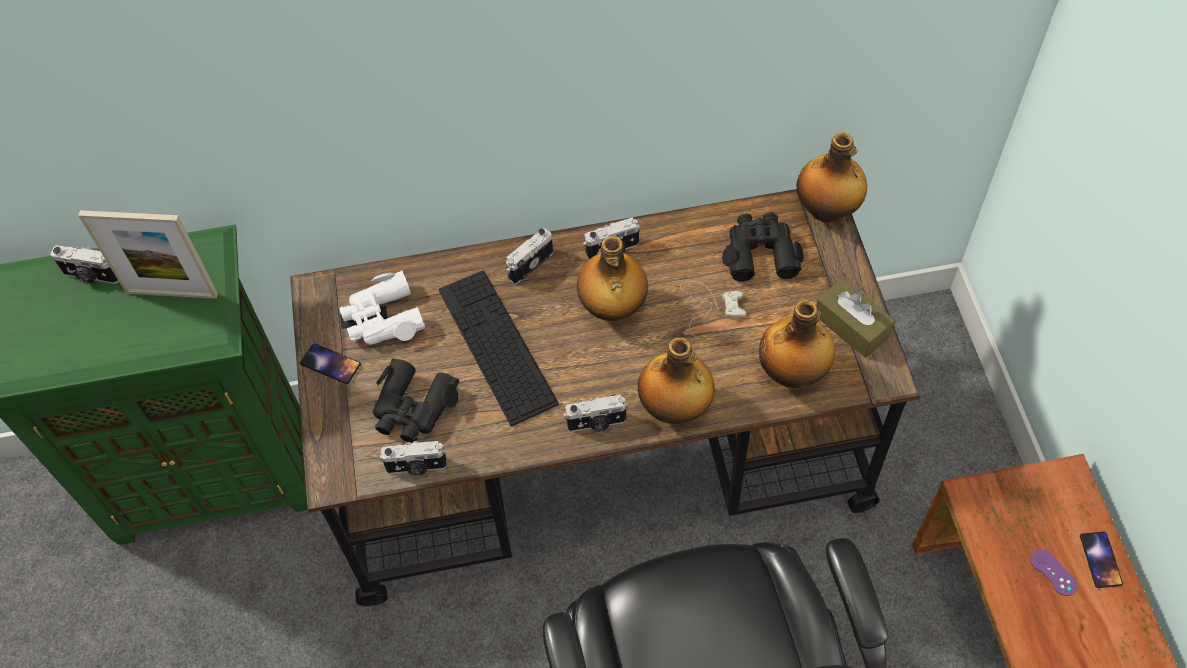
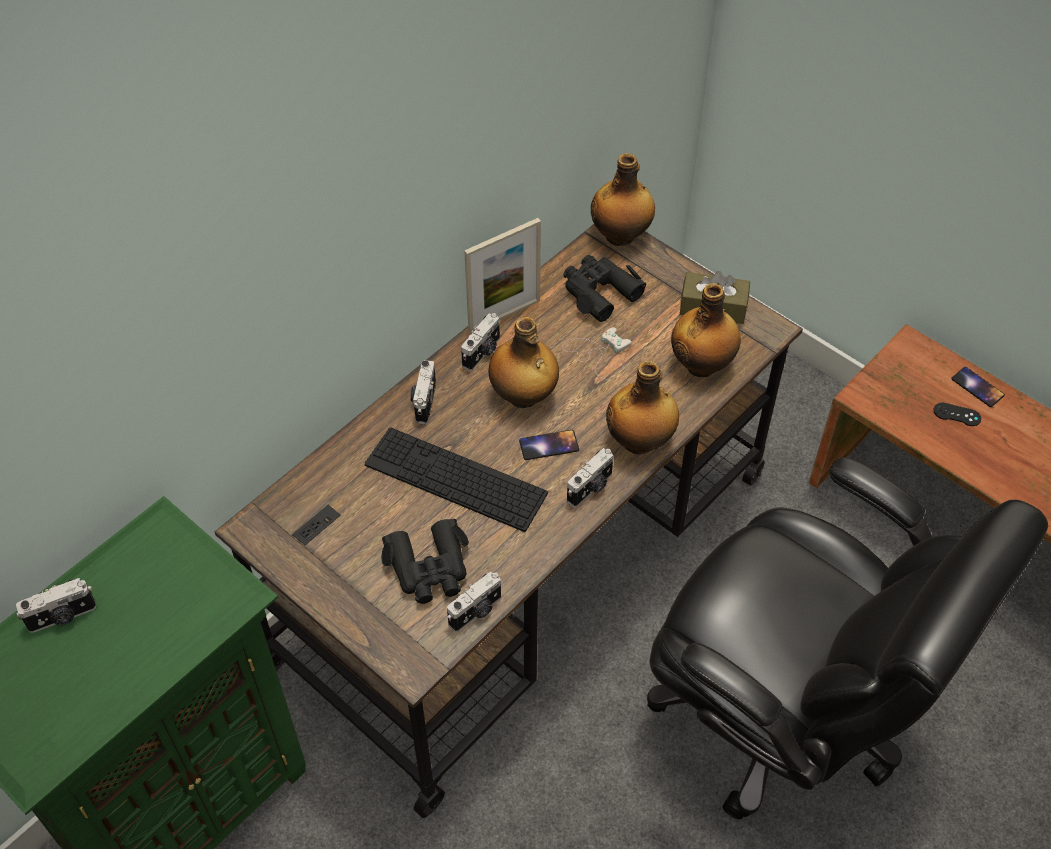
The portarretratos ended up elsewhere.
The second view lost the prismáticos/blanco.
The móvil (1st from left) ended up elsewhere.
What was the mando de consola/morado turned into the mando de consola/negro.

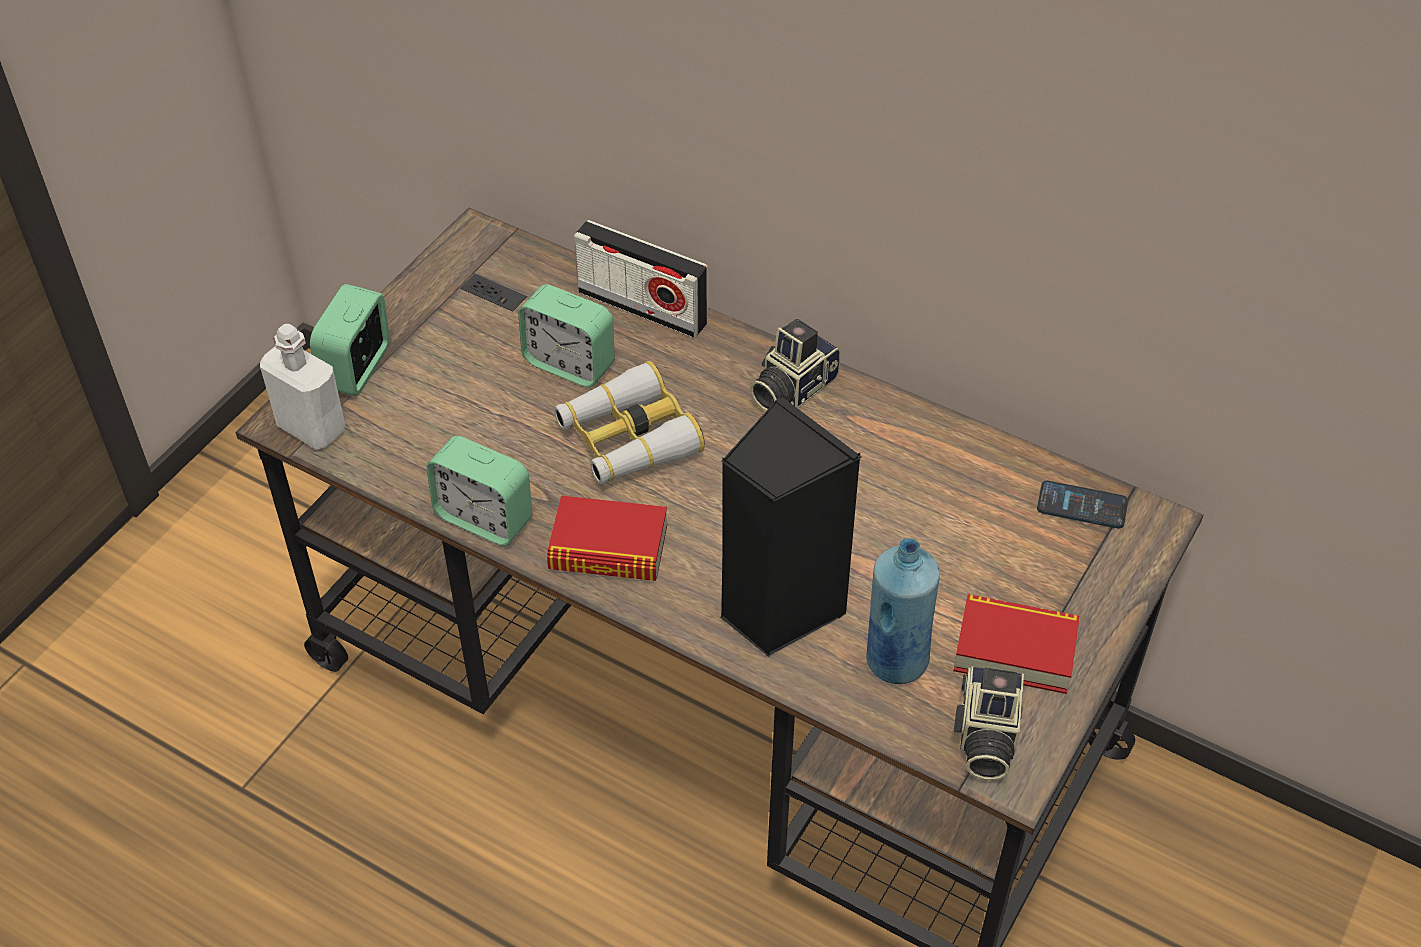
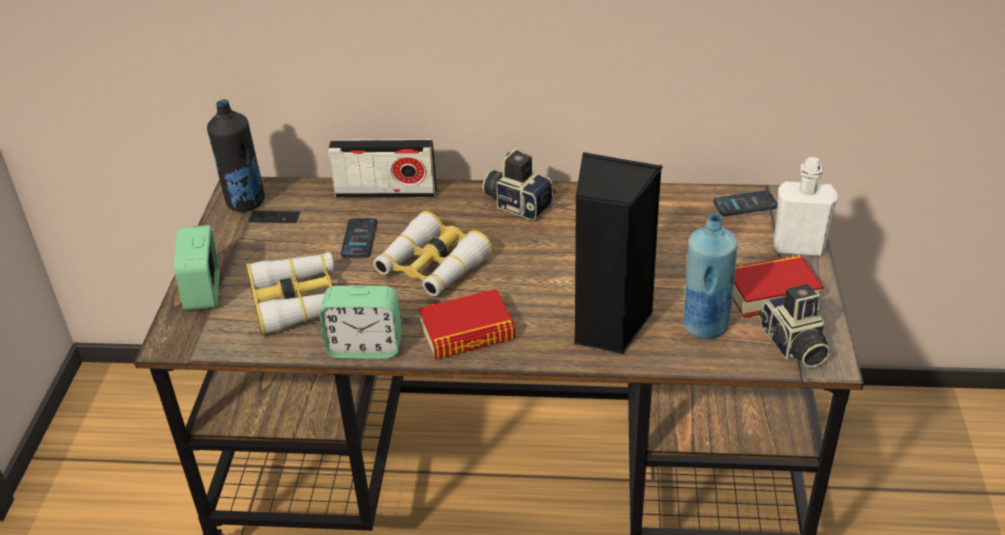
Where the despertador (3rd from left) stood, the móvil (1st from left) came to stand.
The cámara (1st from left) ended up facing another way, 105 degrees clockwise from before.
The botella/blanco ended up elsewhere.
The second view gained the botella/negro.
The second view gained the prismáticos (1st from left).

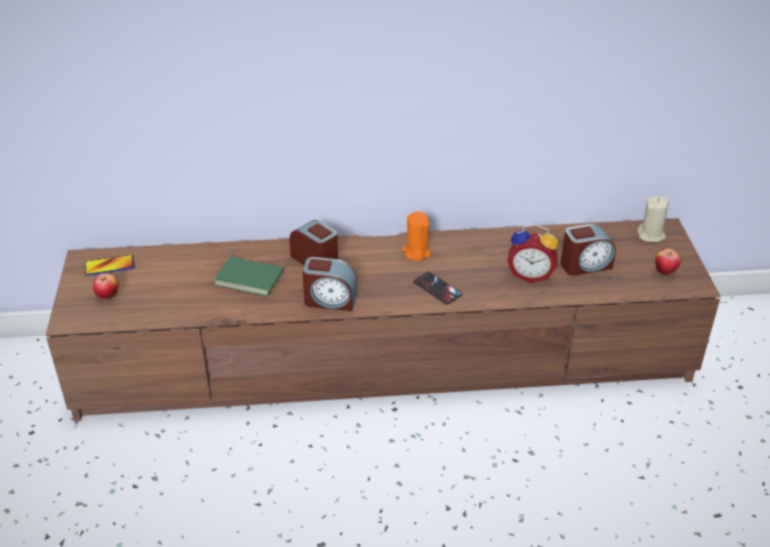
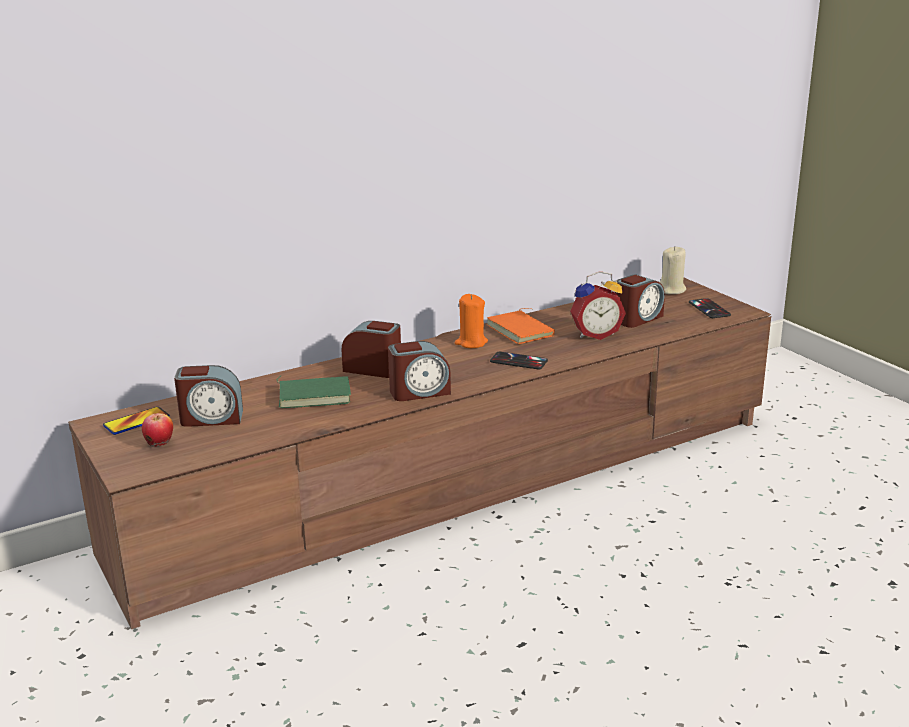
Where the manzana (2nd from left) stood, the móvil (3rd from left) came to stand.
The second view gained the libro/naranja.
The second view gained the despertador (1st from left).

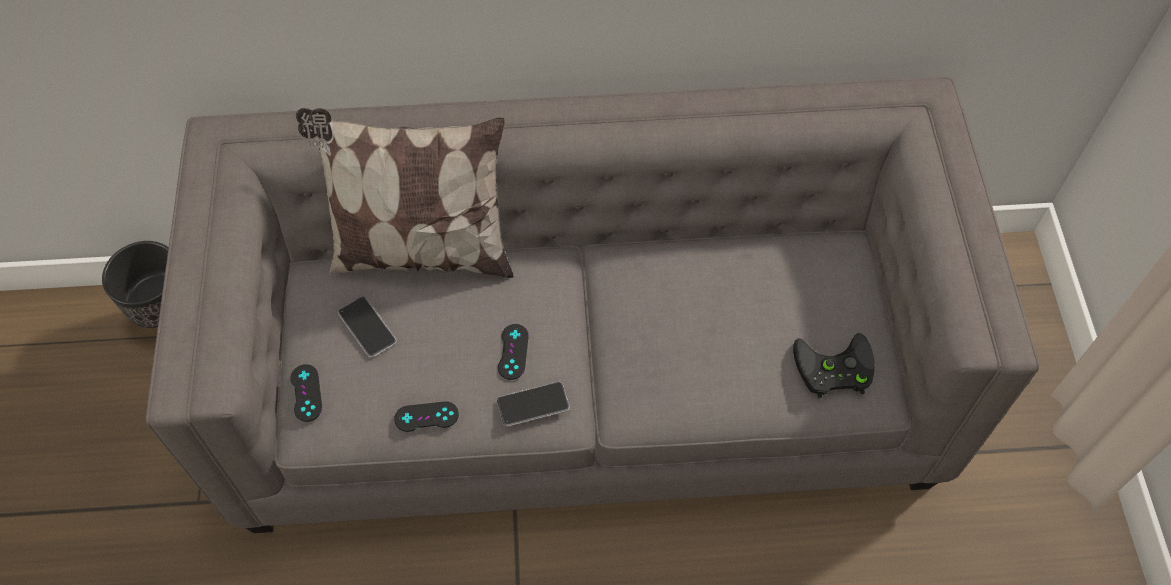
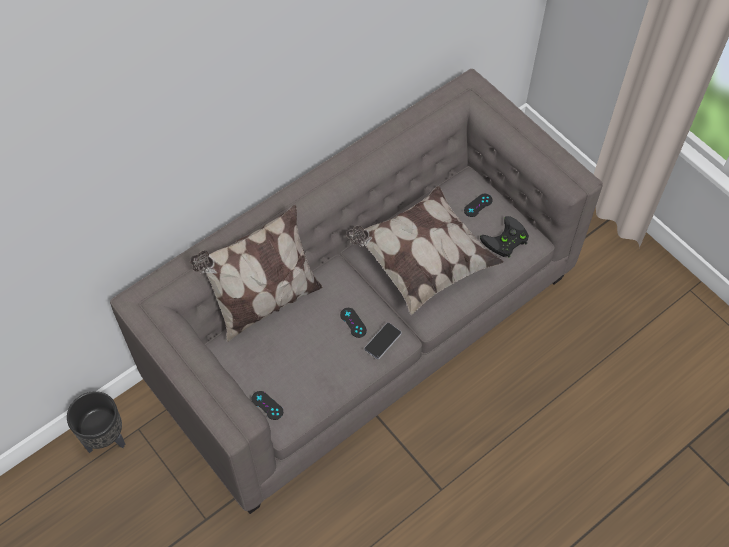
The second view lost the móvil (1st from left).
The mando de consola/negro (2nd from left in the first image) ended up elsewhere.
The second view gained the cojín (2nd from left).

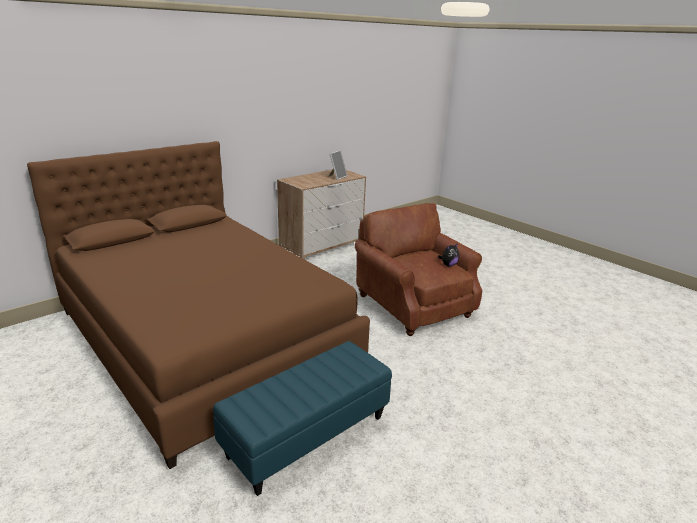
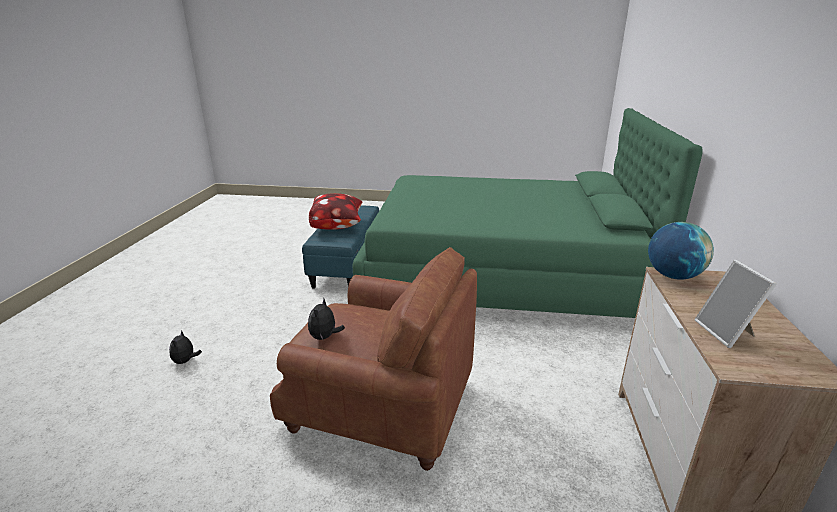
What was the cama/marrón turned into the cama/verde.
The second view gained the cojín.
The second view gained the globo terráqueo.
The second view gained the peluche (1st from left).

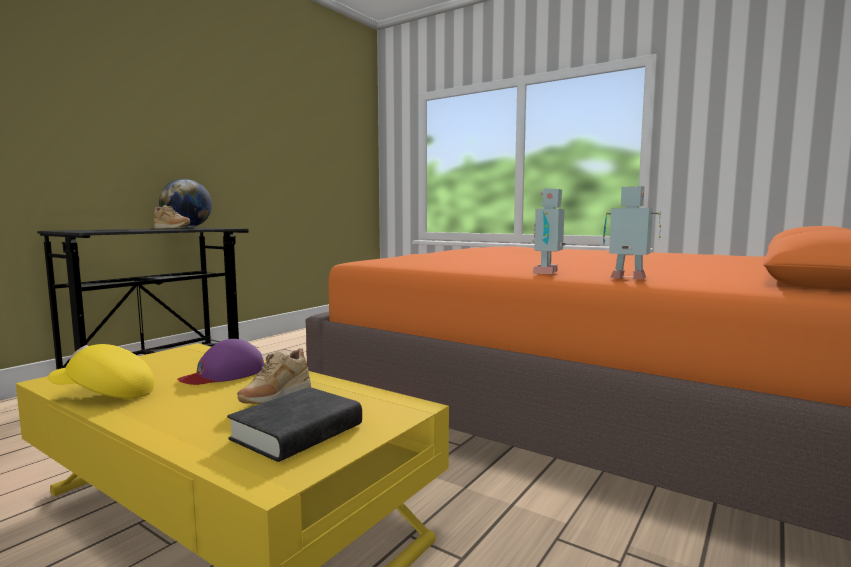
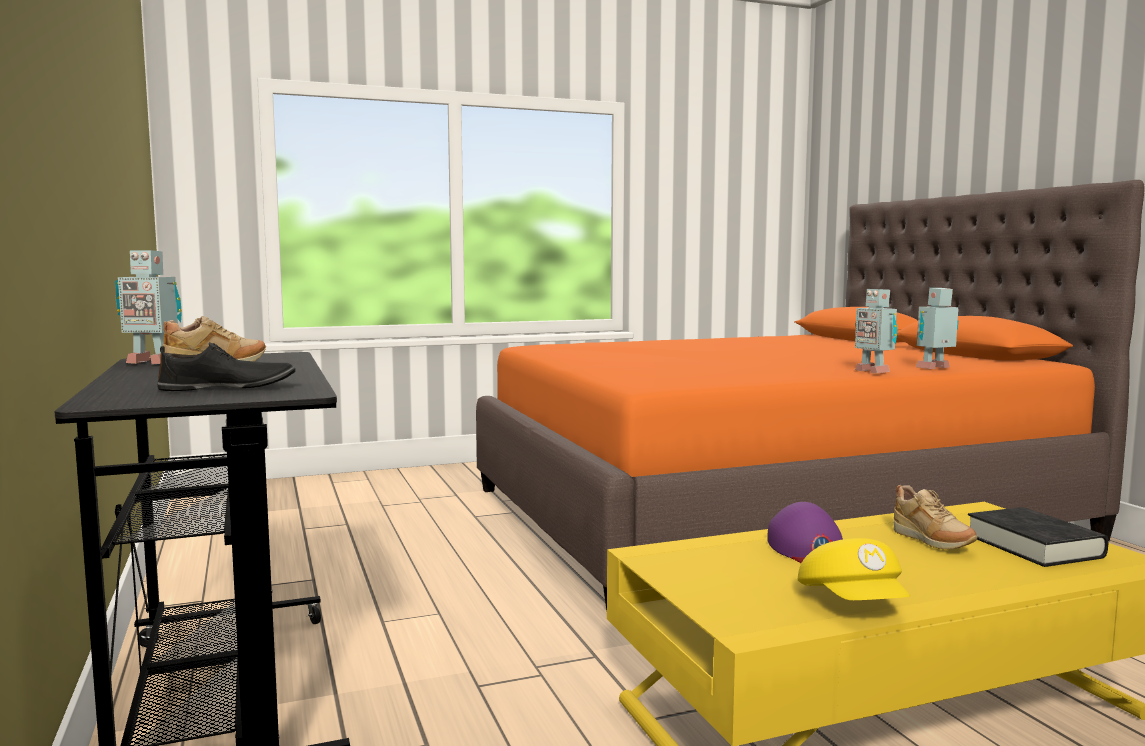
Where the globo terráqueo stood, the robot de juguete (1st from left) came to stand.
The gorra/amarillo ended up facing another way, 45 degrees counterclockwise from before.
The second view gained the zapato/negro.

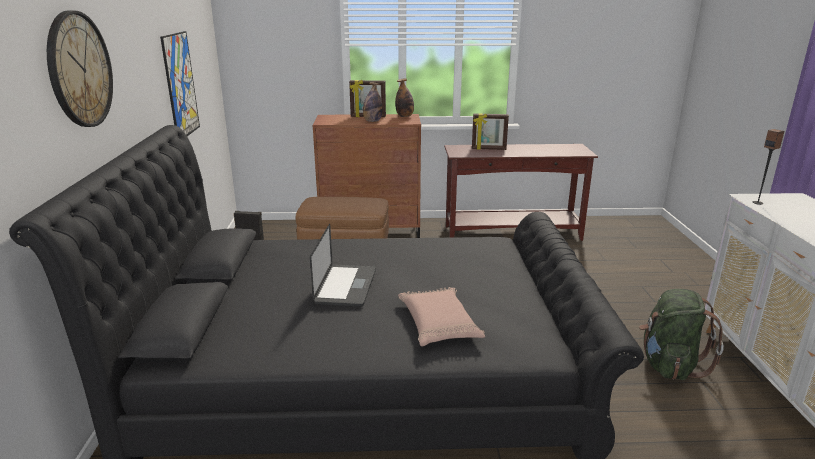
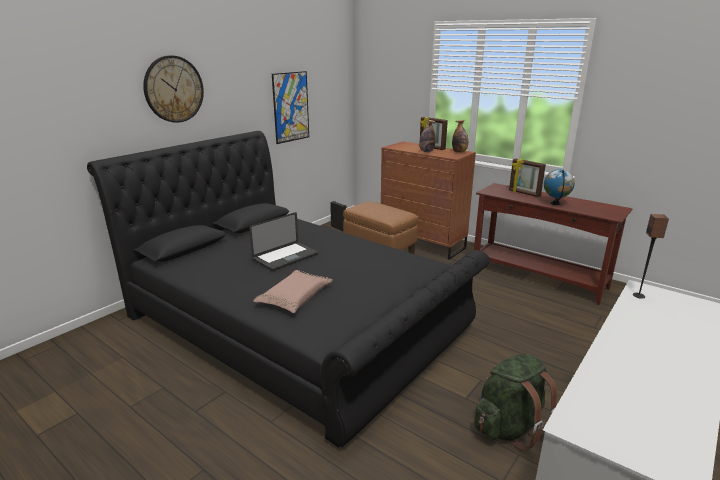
The second view gained the globo terráqueo.

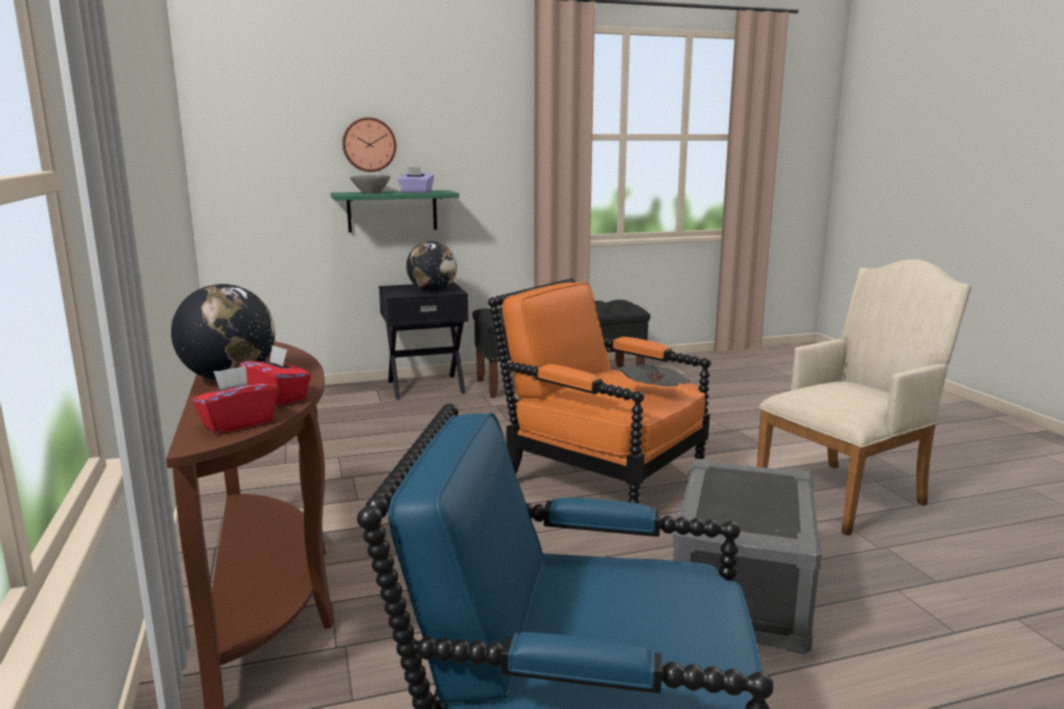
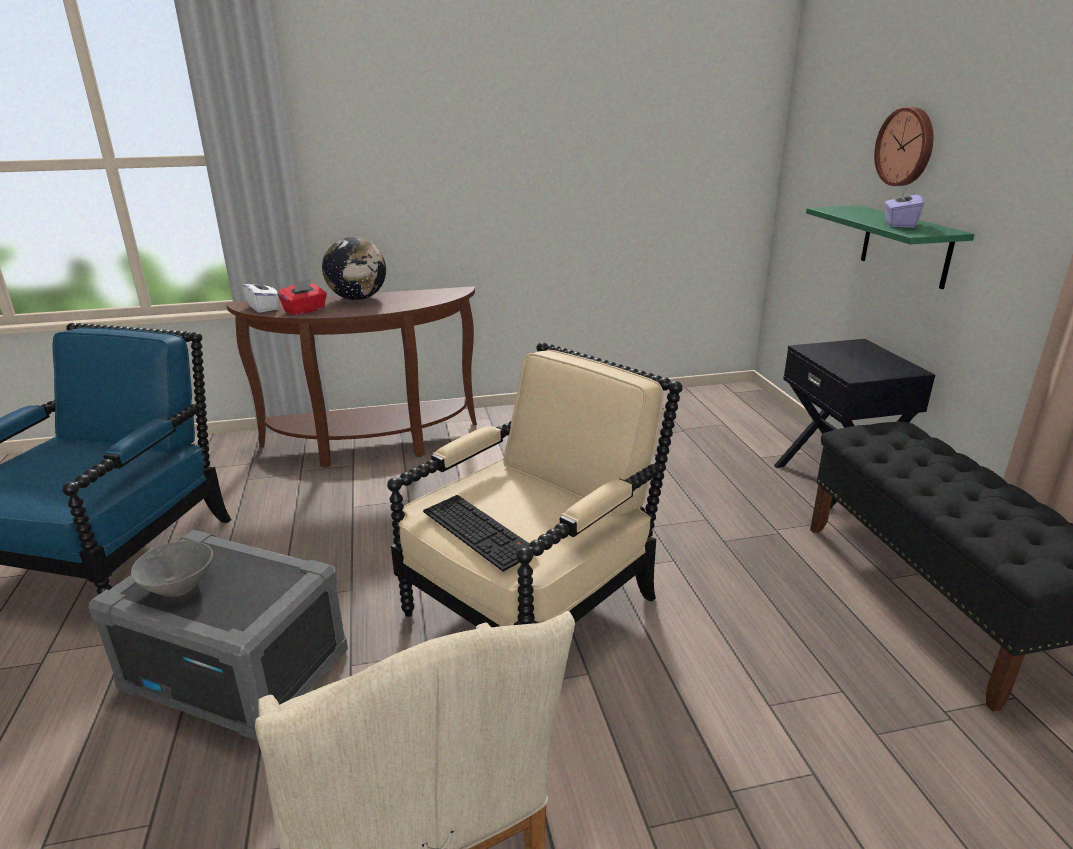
The cuenco/gris ended up elsewhere.
The second view lost the globo terráqueo (2nd from left).
What was the sillón/naranja turned into the sillón/beis (2nd from left).
What was the caja de pañuelos/rojo (1st from left) turned into the caja de pañuelos/blanco.
Where the periódico stood, the teclado came to stand.

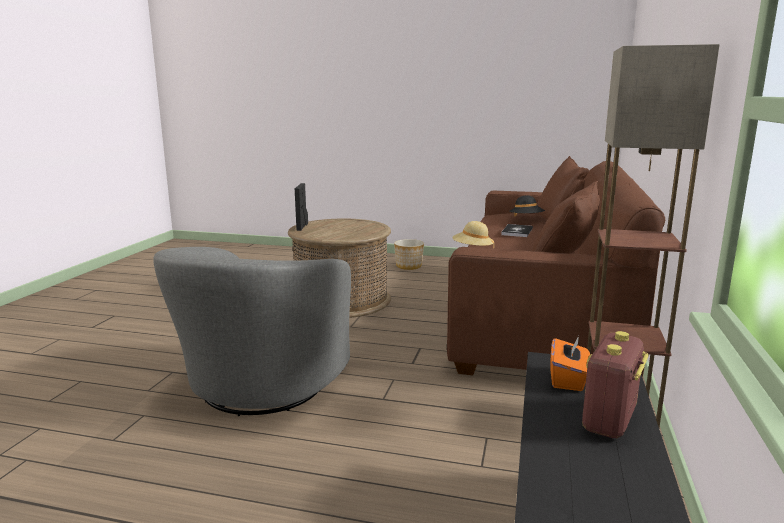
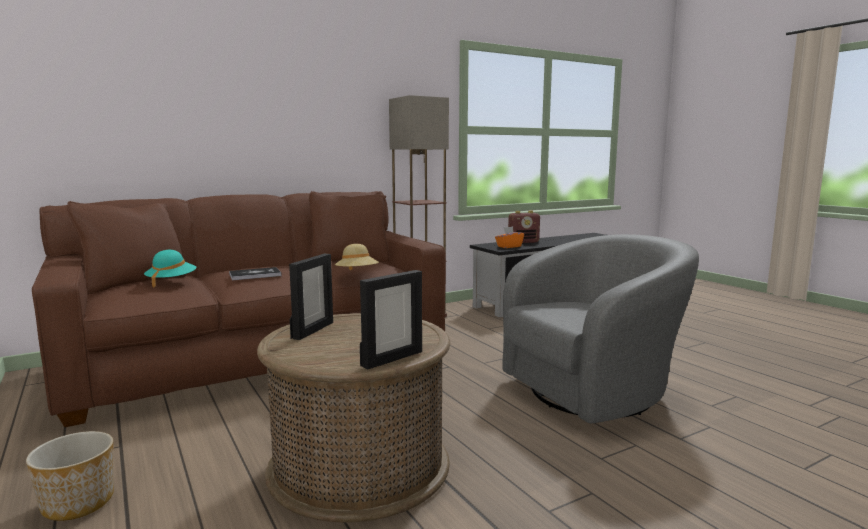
What was the sombrero/negro turned into the sombrero/turquesa.
The second view gained the portarretratos (1st from left).

